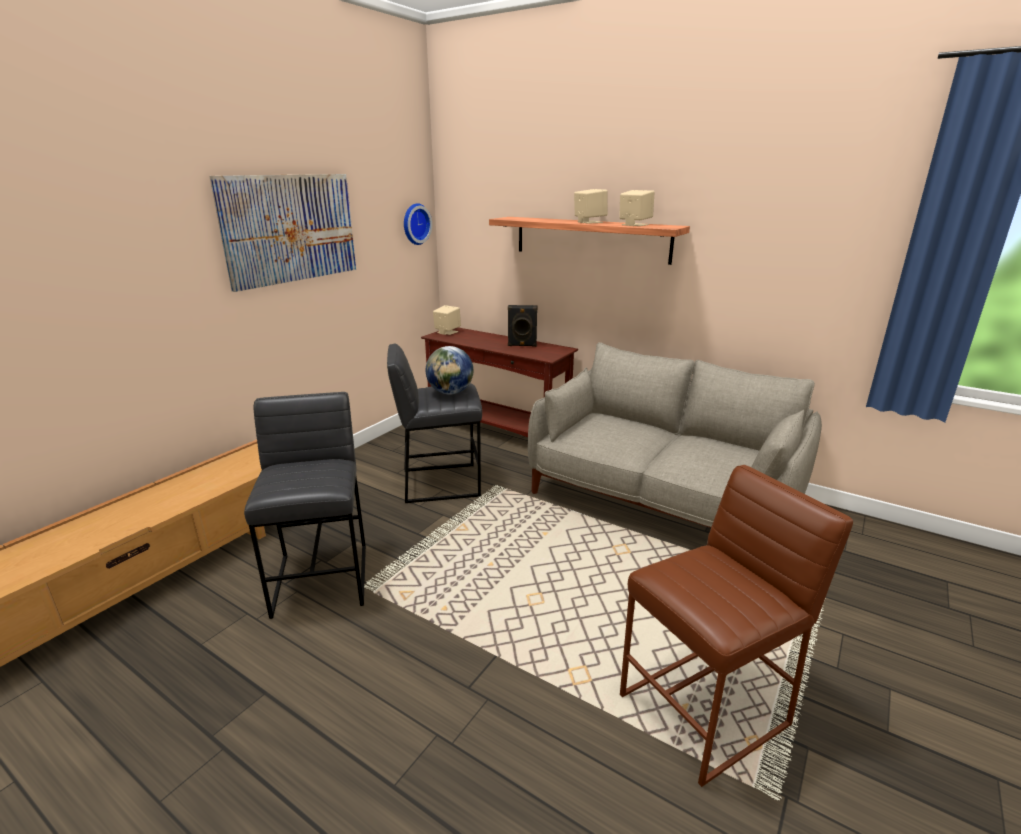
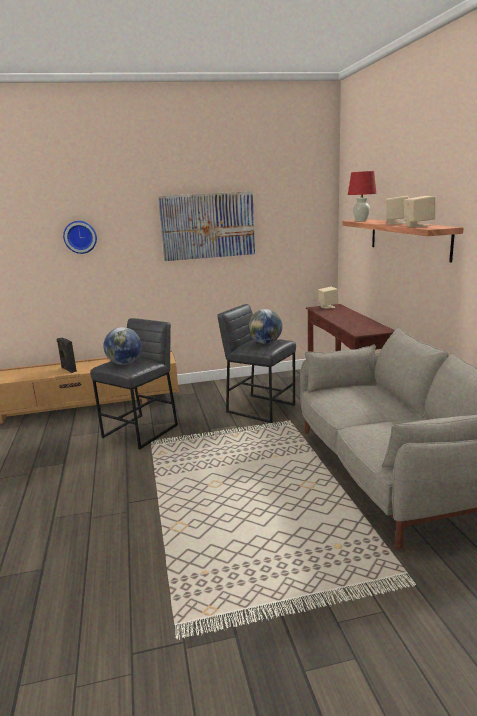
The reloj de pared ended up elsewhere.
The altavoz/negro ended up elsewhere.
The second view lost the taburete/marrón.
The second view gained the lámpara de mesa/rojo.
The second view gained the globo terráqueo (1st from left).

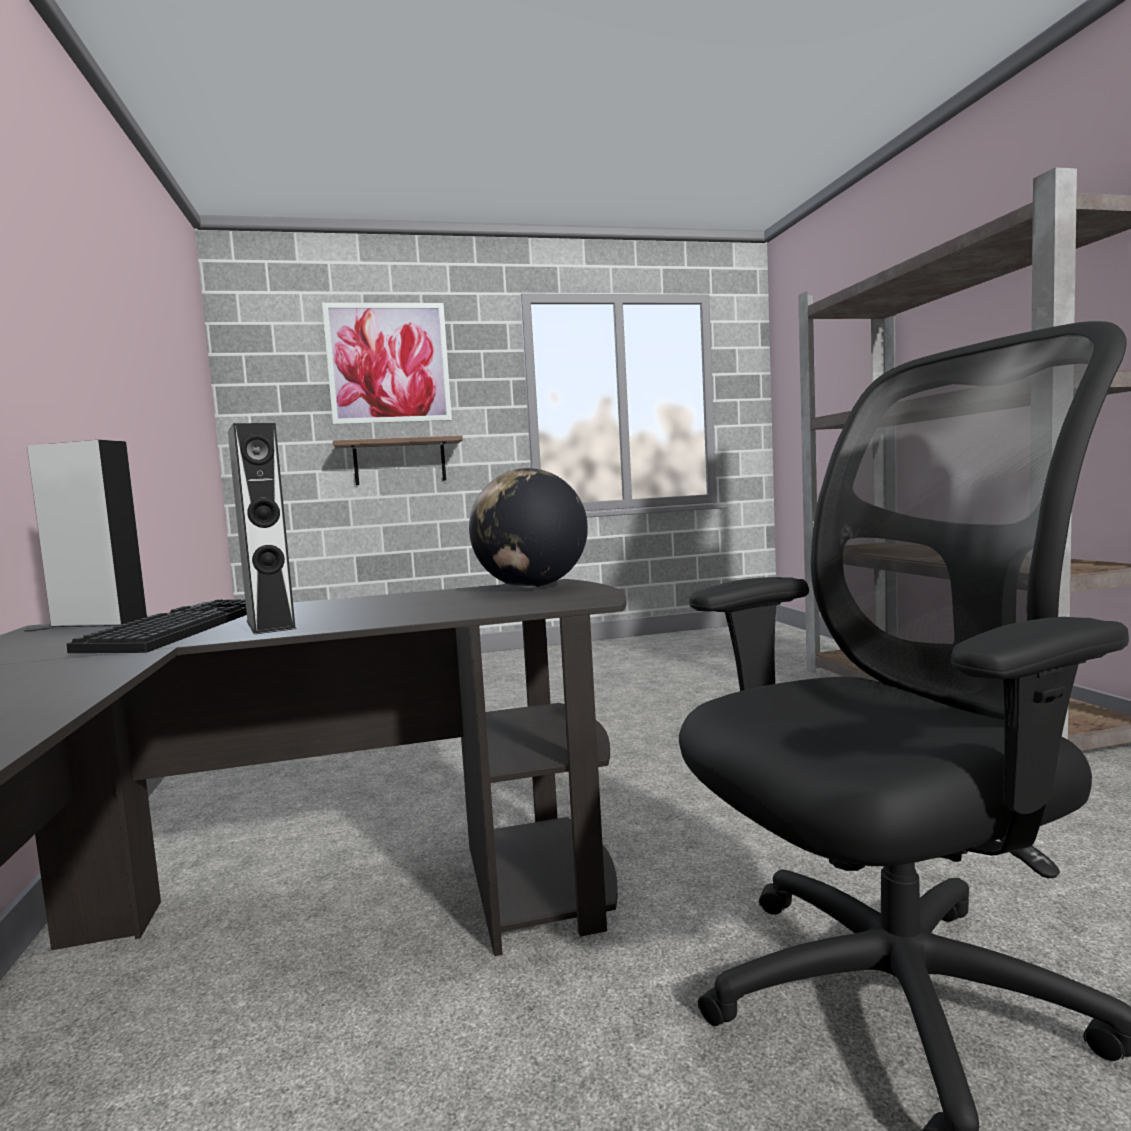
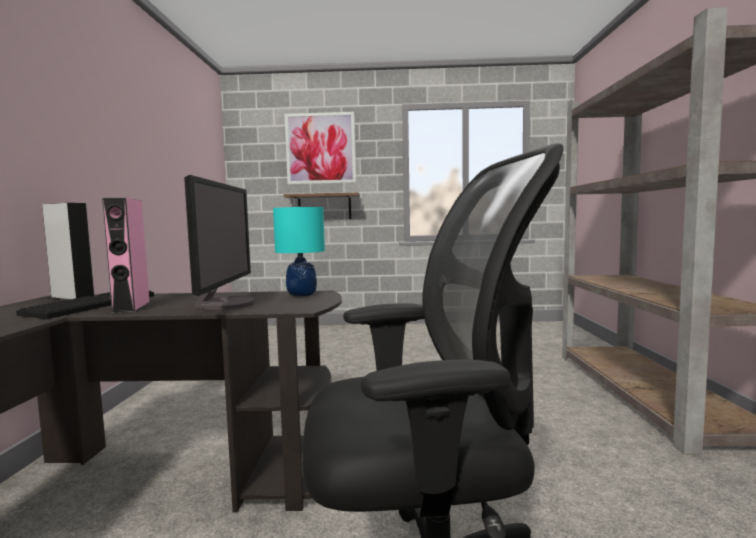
What was the altavoz/gris (2nd from left) turned into the altavoz/rosa.
Where the globo terráqueo stood, the lámpara de mesa/turquesa came to stand.
The second view gained the monitor.

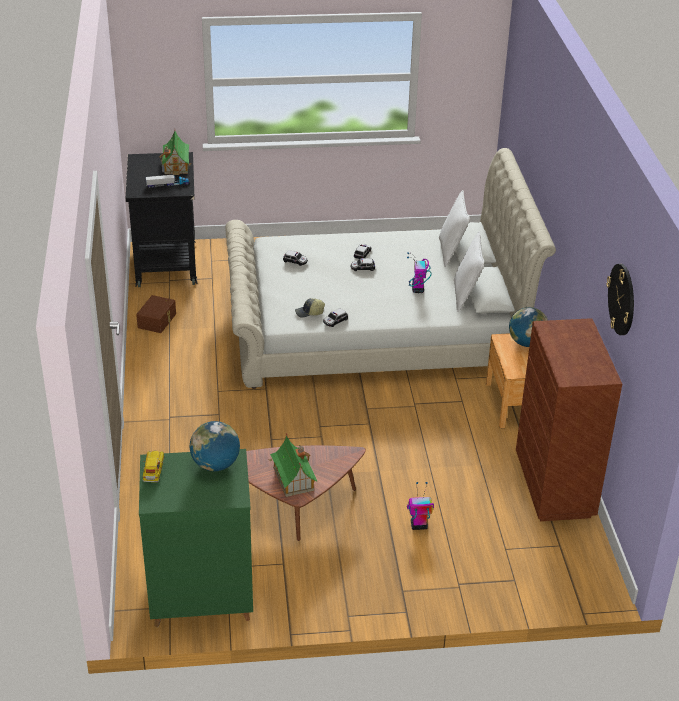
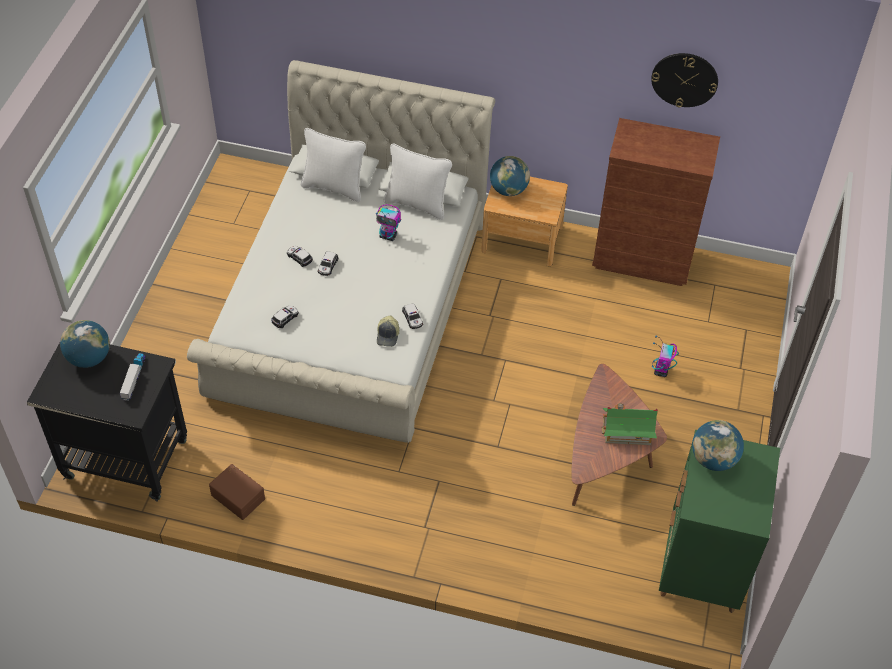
Where the casita (1st from left) stood, the globo terráqueo (1st from left) came to stand.
The second view lost the coche de juguete (1st from left).

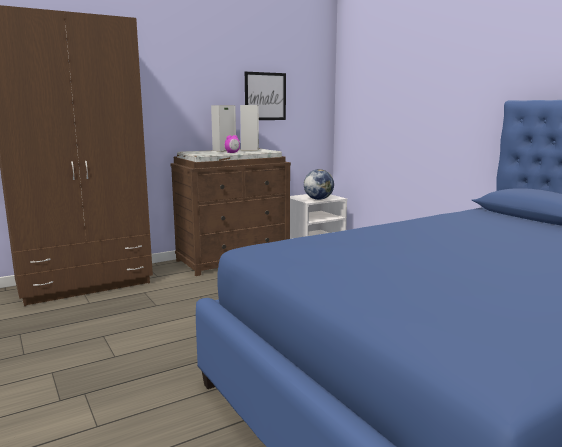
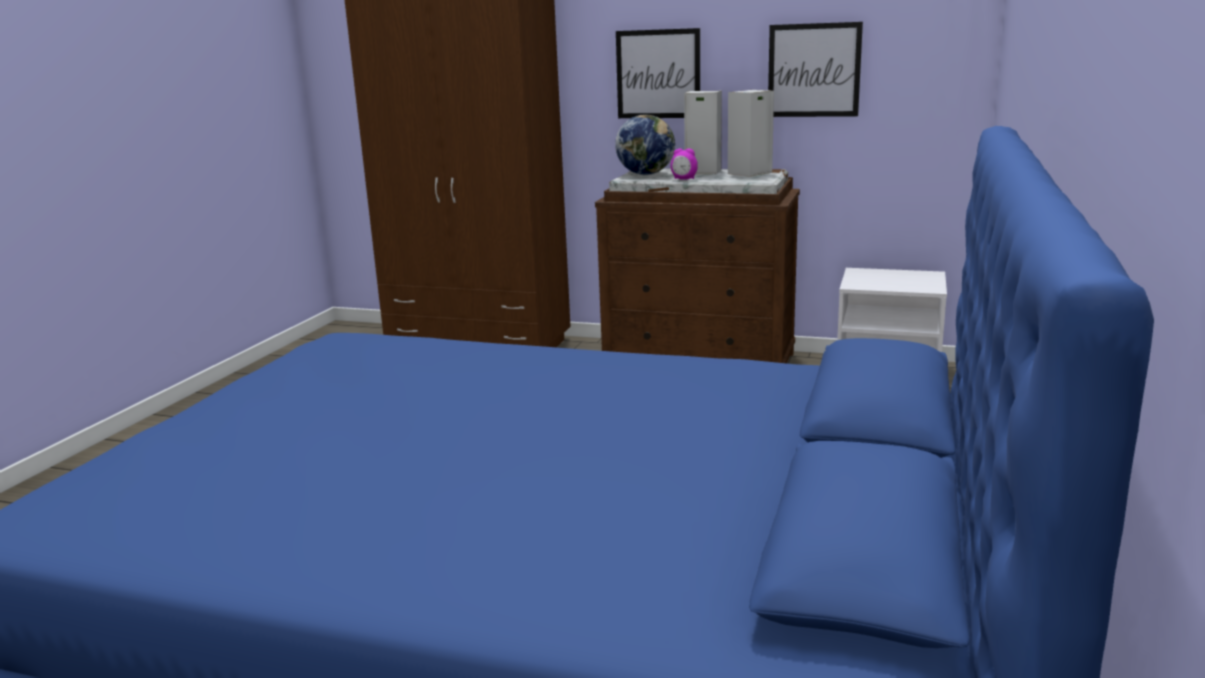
The globo terráqueo ended up elsewhere.
The second view gained the cuadro (1st from left).

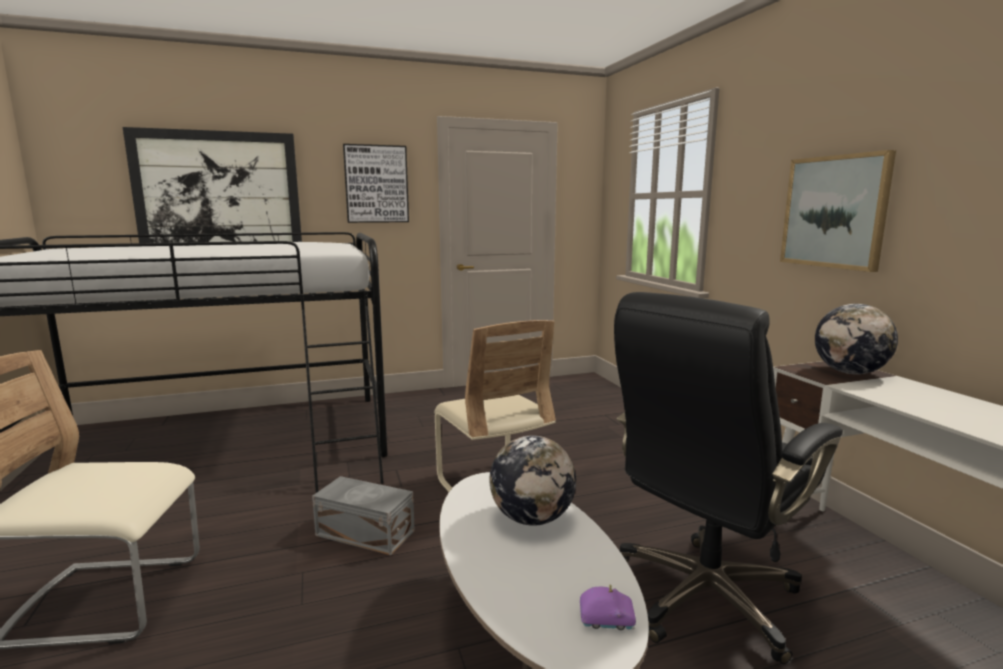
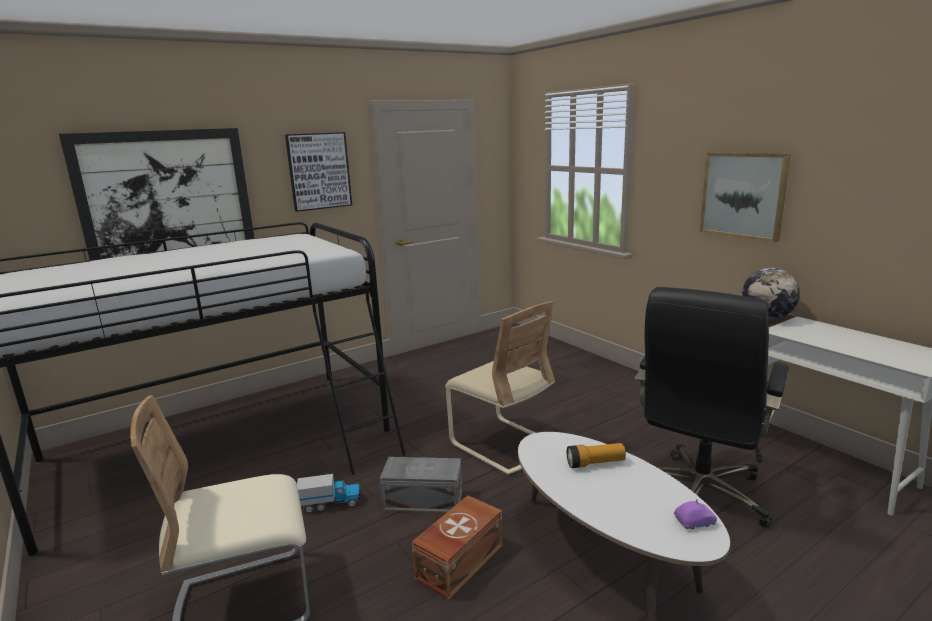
Where the globo terráqueo (1st from left) stood, the linterna came to stand.
The second view gained the camión de juguete.
The second view gained the caja de almacenaje/marrón.

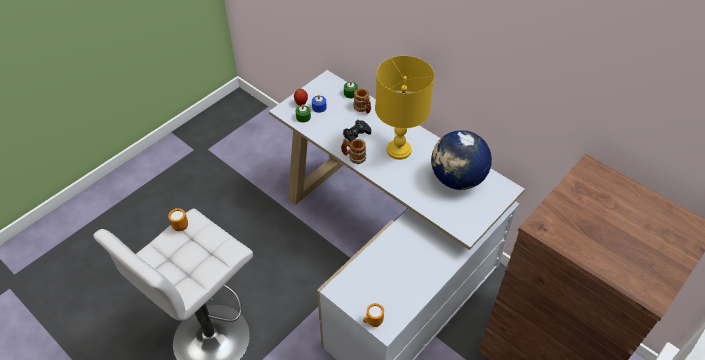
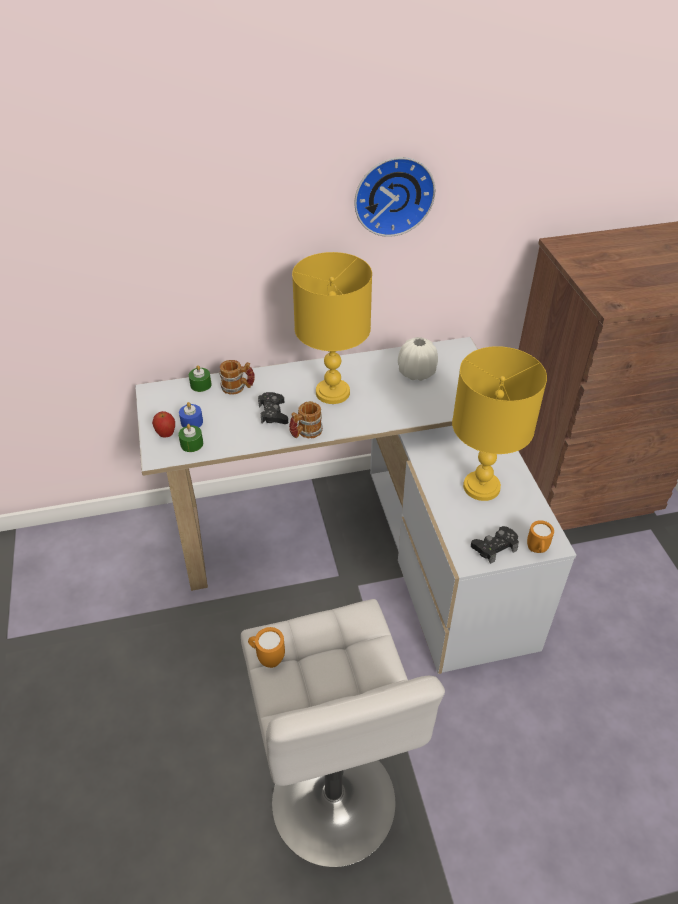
Where the globo terráqueo stood, the florero/blanco came to stand.
The second view gained the reloj de pared.
The second view gained the lámpara de mesa/amarillo (2nd from left).
The second view gained the mando de consola/negro (2nd from left).

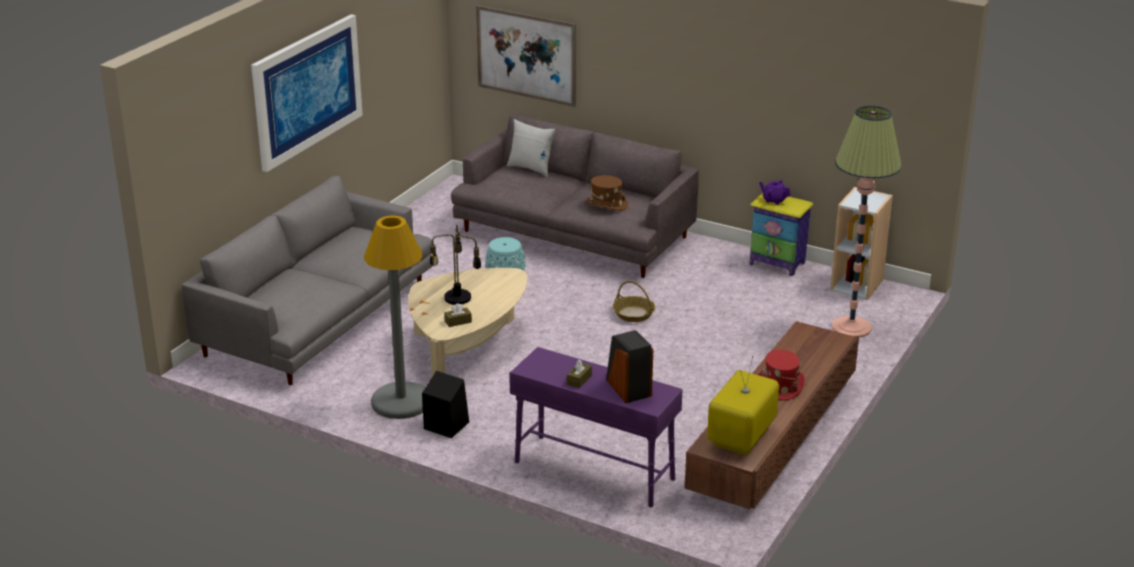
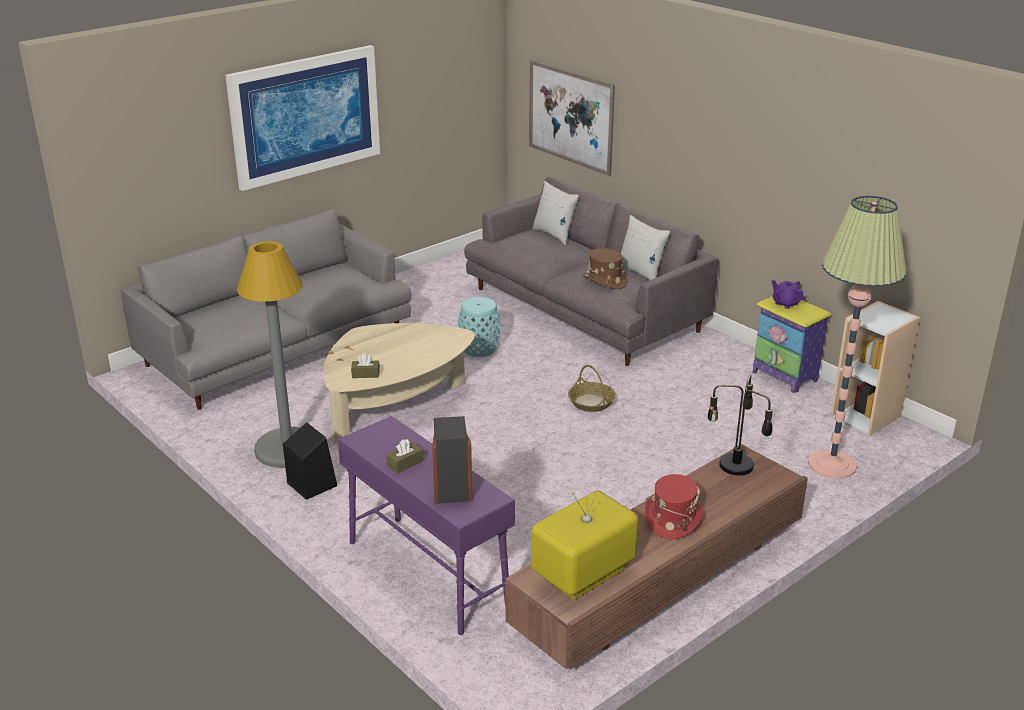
The lámpara de mesa ended up elsewhere.
The second view gained the cojín/gris (2nd from left).

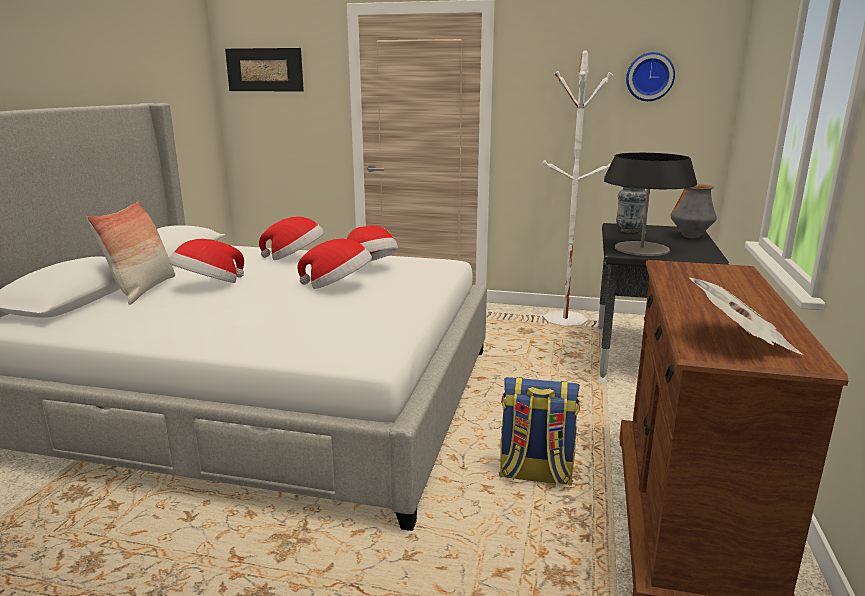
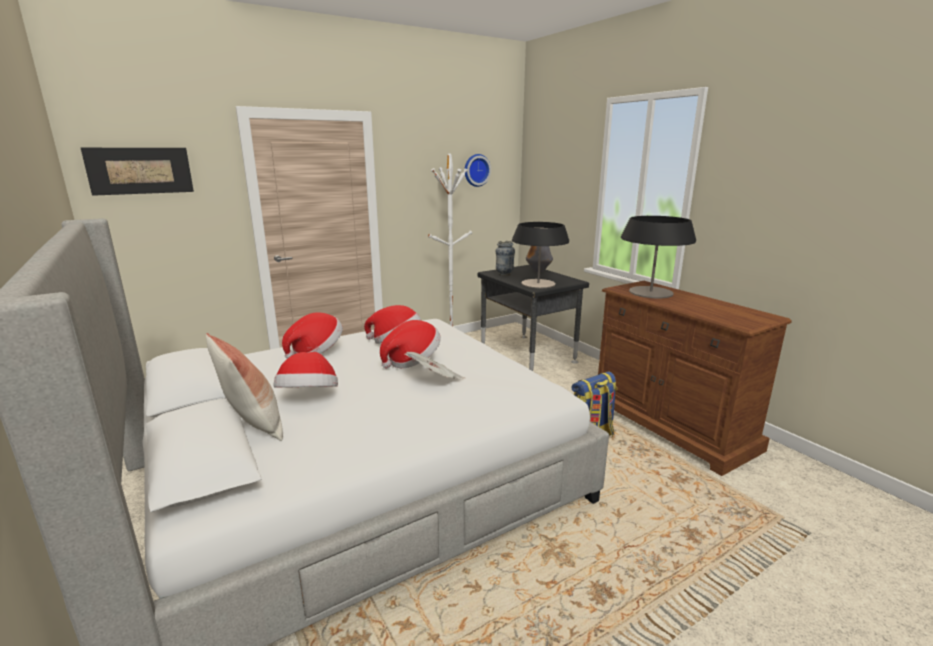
The periódico ended up elsewhere.
The second view gained the lámpara de mesa (2nd from left).

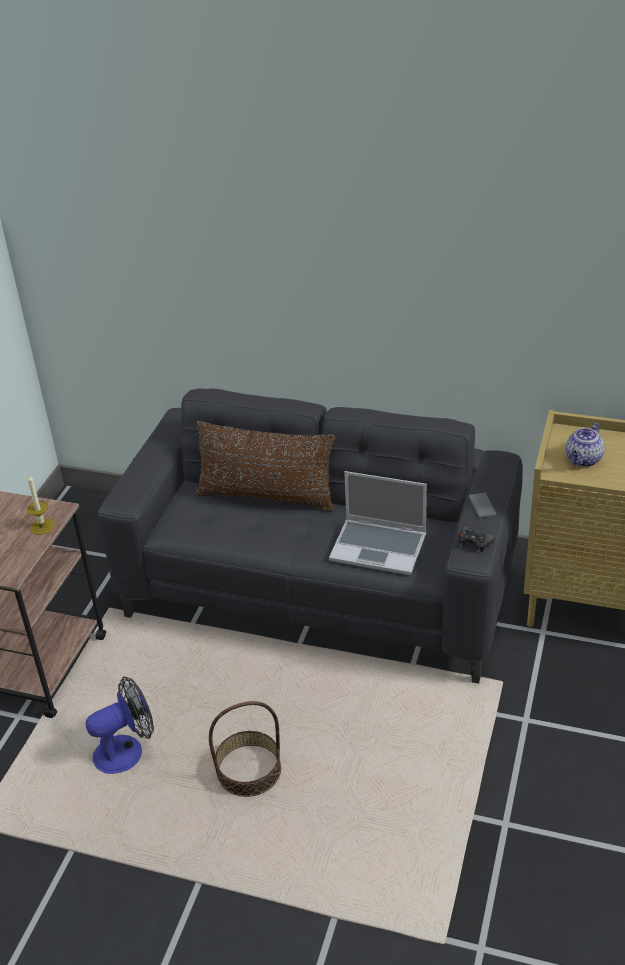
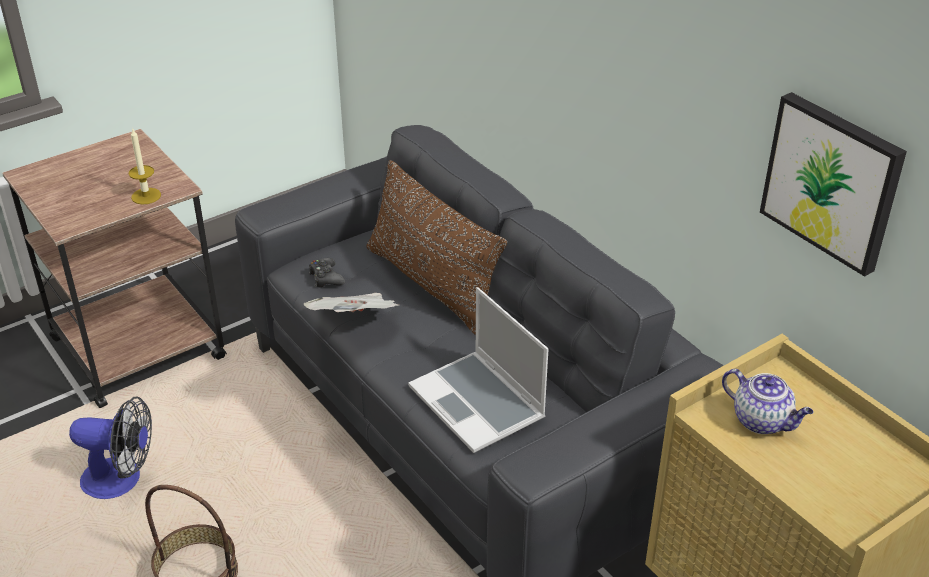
The tetera ended up facing another way, 120 degrees counterclockwise from before.
The second view lost the móvil.
The mando de consola/negro ended up elsewhere.
The second view gained the cuadro.
The second view gained the periódico.

